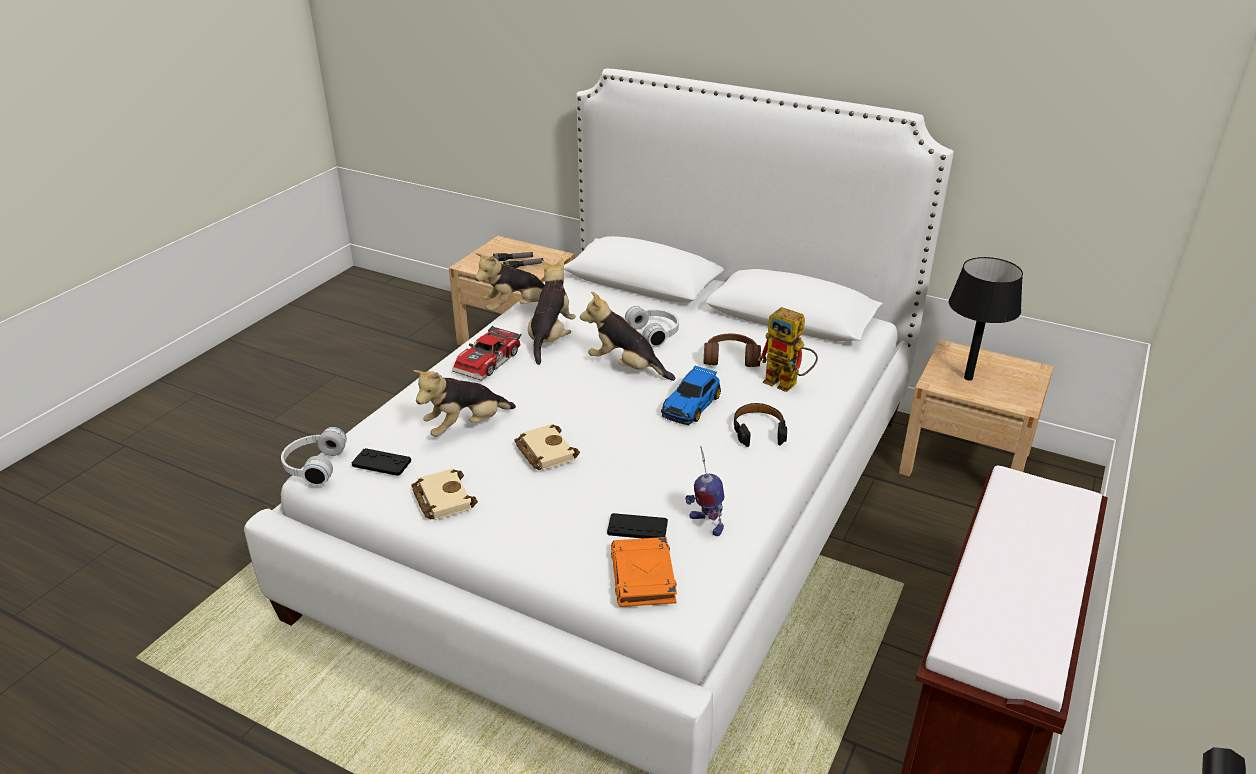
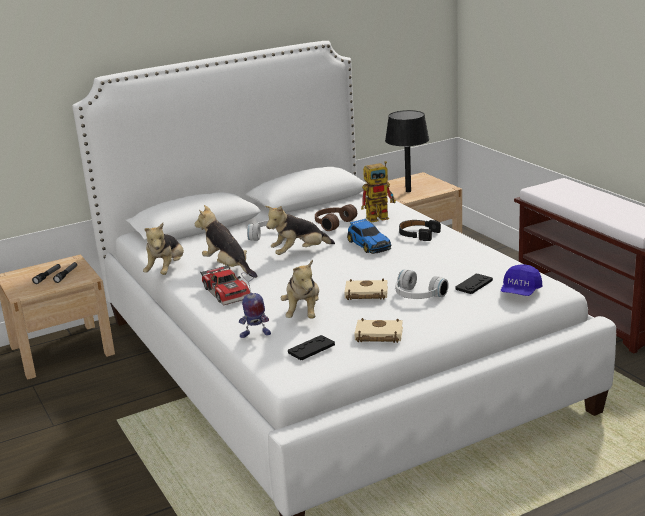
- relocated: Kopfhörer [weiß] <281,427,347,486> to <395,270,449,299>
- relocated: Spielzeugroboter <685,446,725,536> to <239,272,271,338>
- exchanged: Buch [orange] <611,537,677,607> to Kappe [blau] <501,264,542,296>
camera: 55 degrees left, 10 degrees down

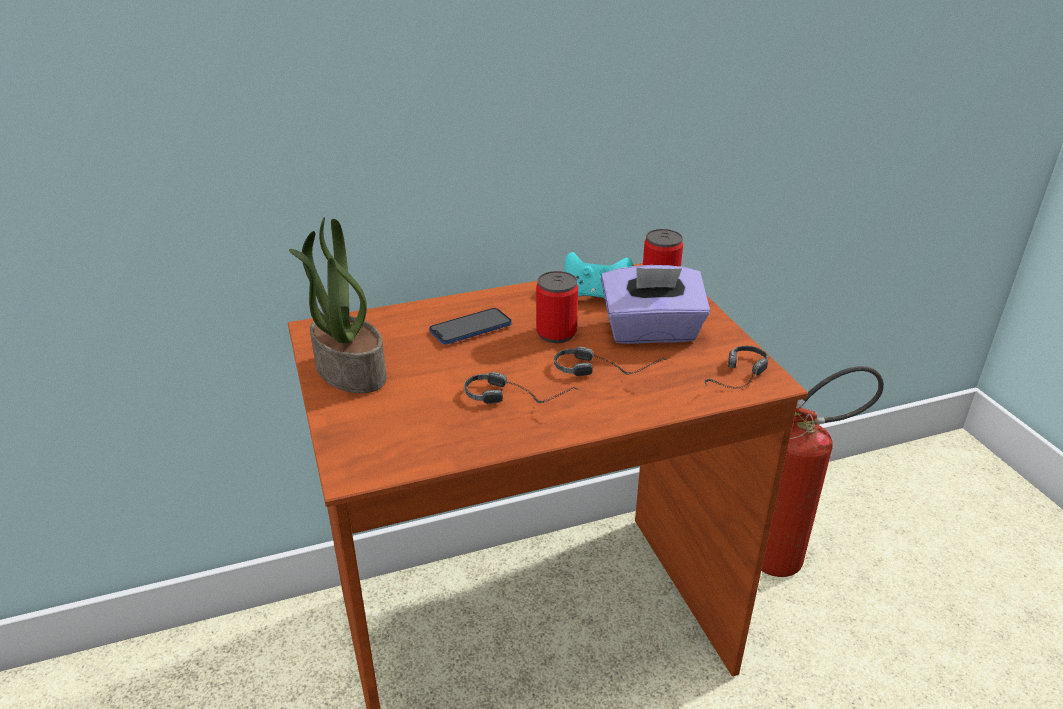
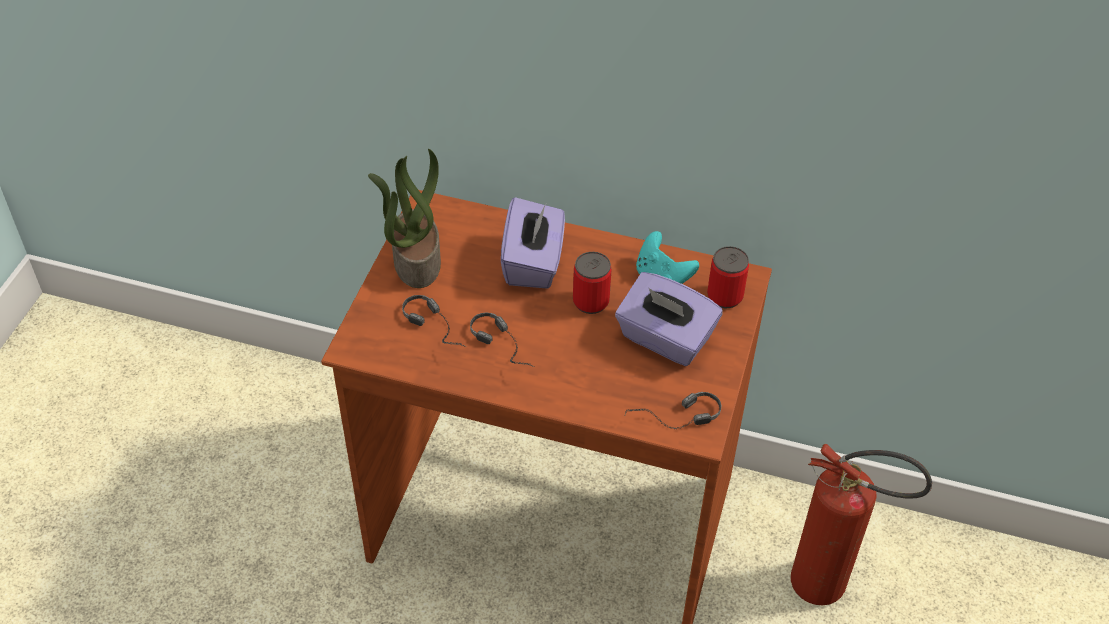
- relocated: Kopfhörer <554,346,667,376> to <402,295,466,347>
- exchanged: Handy <429,308,512,344> to Taschentuchbox [lila] <501,197,565,289>
camera: 35 degrees right, 15 degrees up

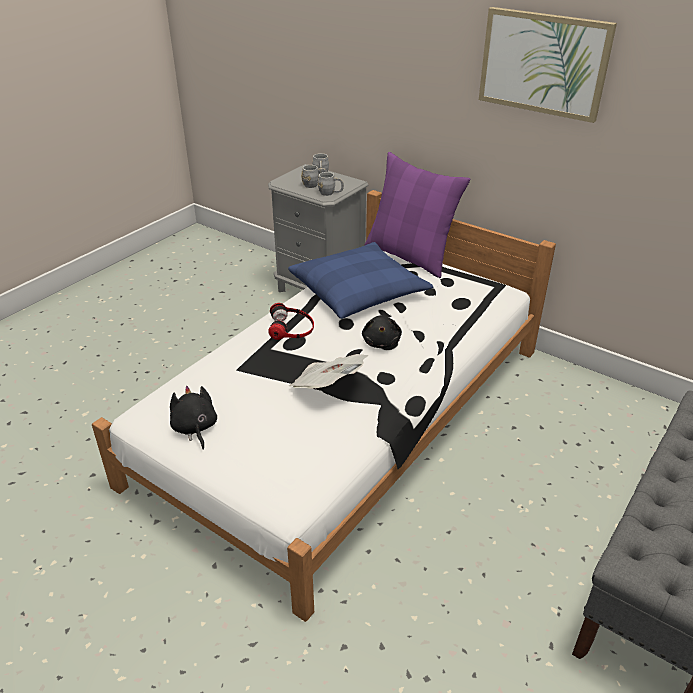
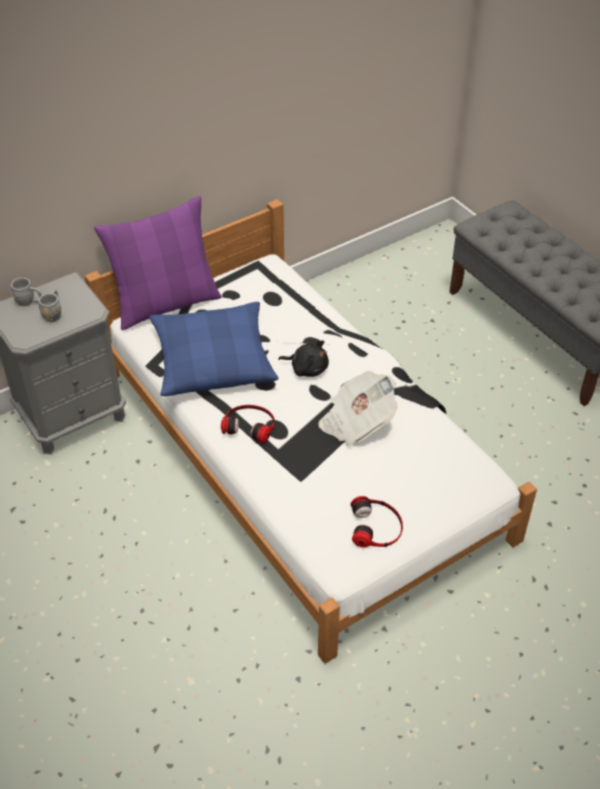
- missing: Henkelbecher [grau] <318,172,344,196>
- missing: Bild <479,7,617,123>
- exchanged: Plüschtier [schwarz] <170,386,217,450> to Kopfhörer <351,496,403,547>
camera: 70 degrees left, 10 degrees up

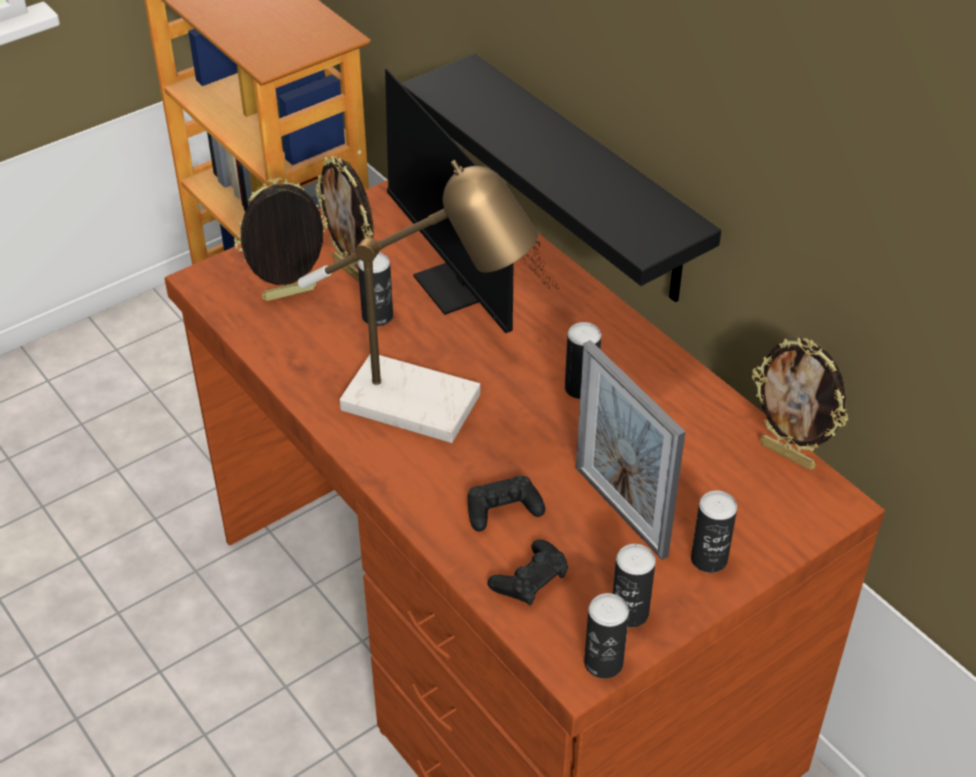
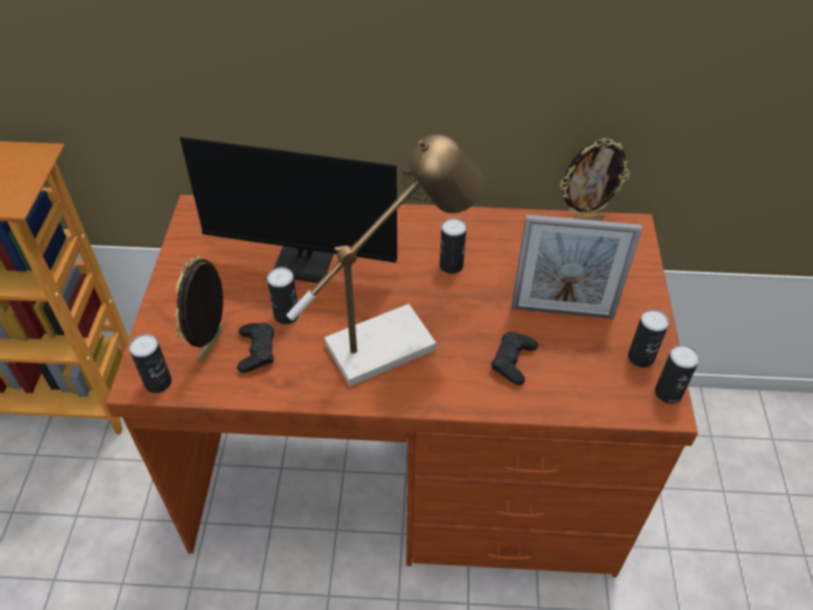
- missing: Bilderrahmen <315,156,373,282>
- missing: Wandregal [schwarz] <401,54,721,302>
- relocated: Gamepad [schwarz] <488,539,568,606> to <237,322,274,373>
- relocated: Dose <691,490,737,573> to <129,334,172,393>
camera: 50 degrees left, 5 degrees up

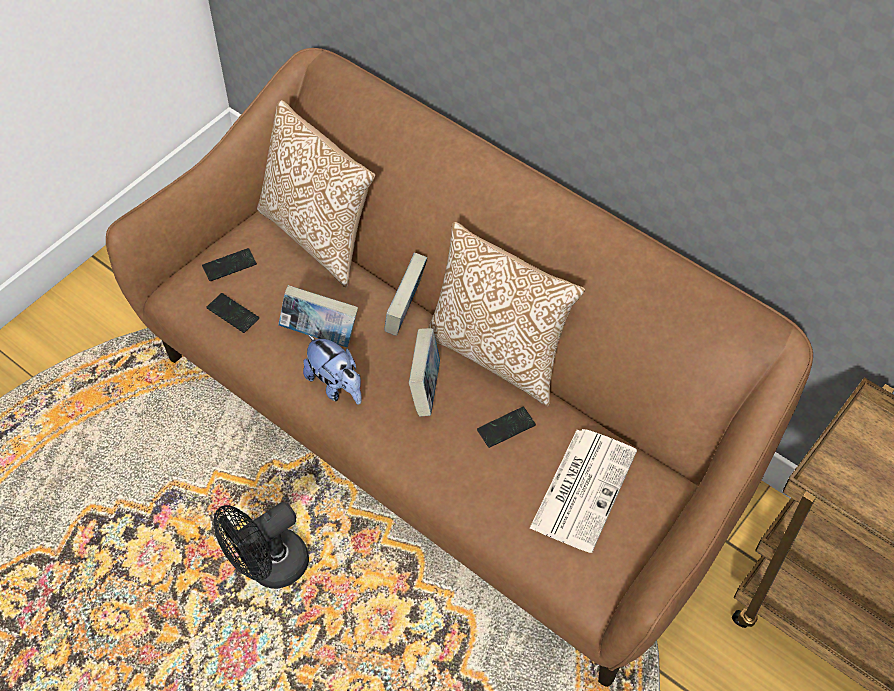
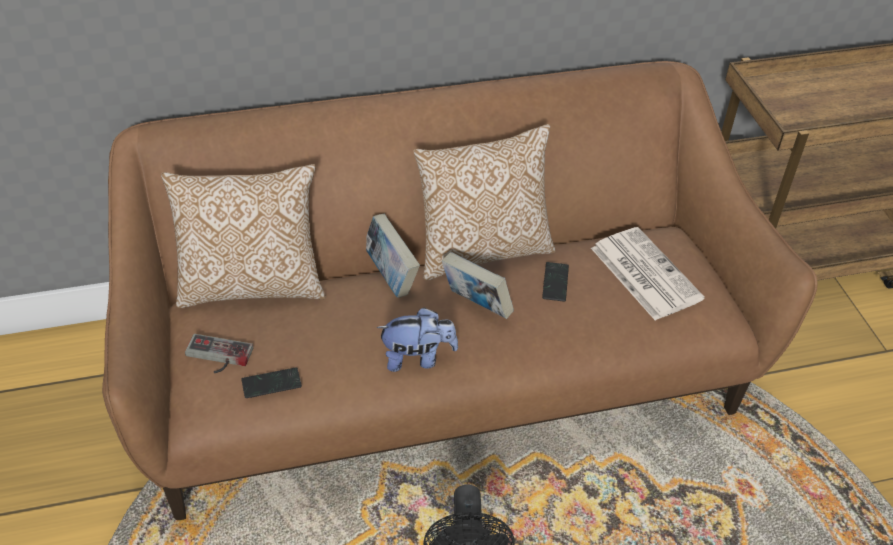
- missing: Buch <278,285,358,347>
- exchanged: Handy <202,248,257,281> to Gamepad <185,334,253,373>
camera: 55 degrees left, 10 degrees down

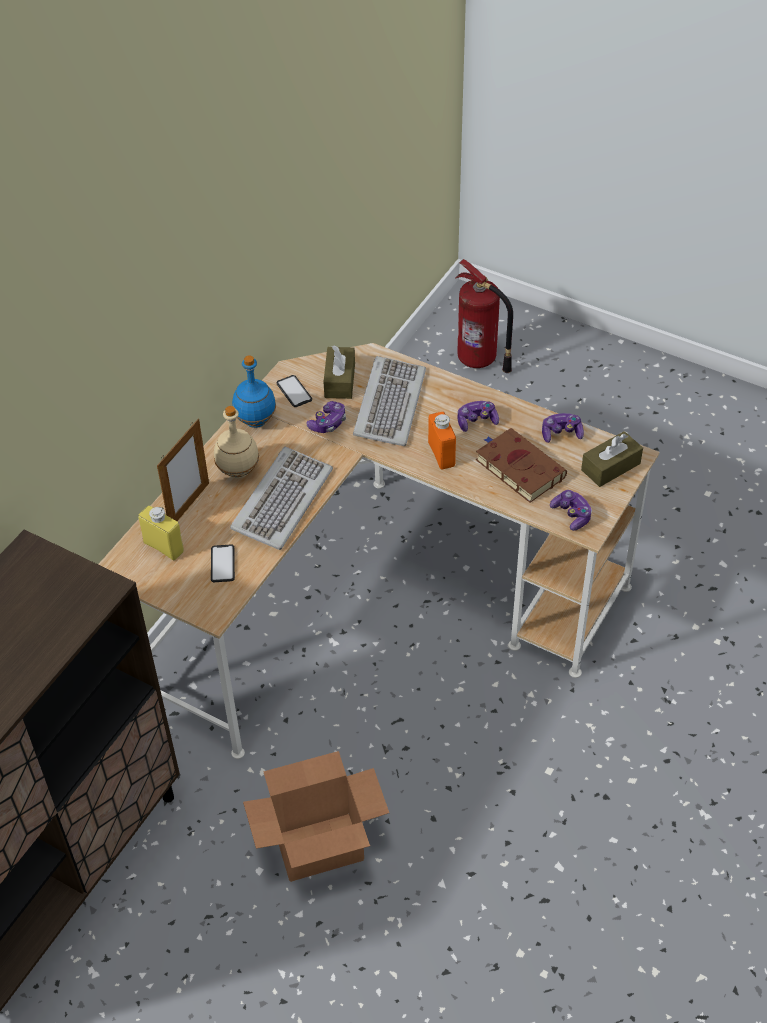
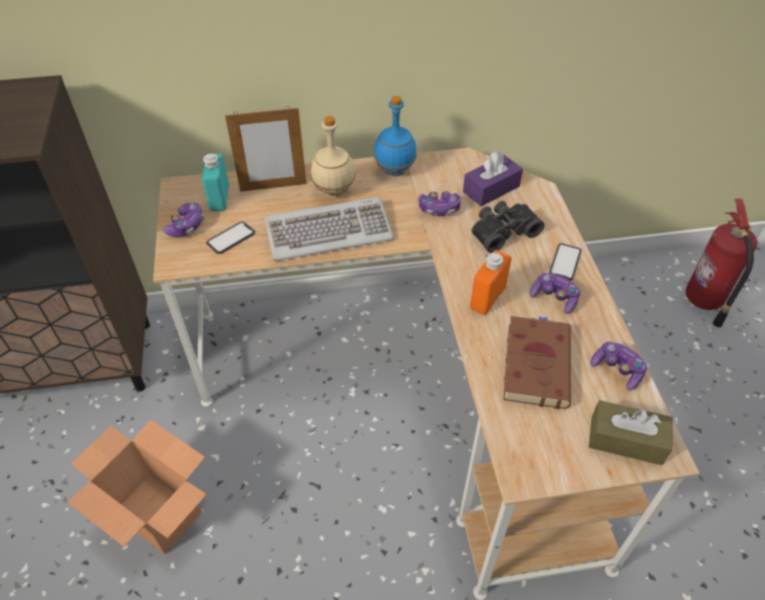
- relocated: Handy <277,375,312,407> to <549,243,581,280>
- relocated: Gamepad <550,490,592,531> to <163,203,204,237>
- exchanged: Tastatur <353,356,426,446> to Fernglas [schwarz] <472,201,544,253>
- colour: Flasche [gelb] <138,506,184,560> to Flasche [türkis] <202,154,229,211>
- colour: Taschentuchbox [braun] <323,345,355,399> to Taschentuchbox [lila] <463,151,523,206>
camera: 50 degrees right, 0 degrees up

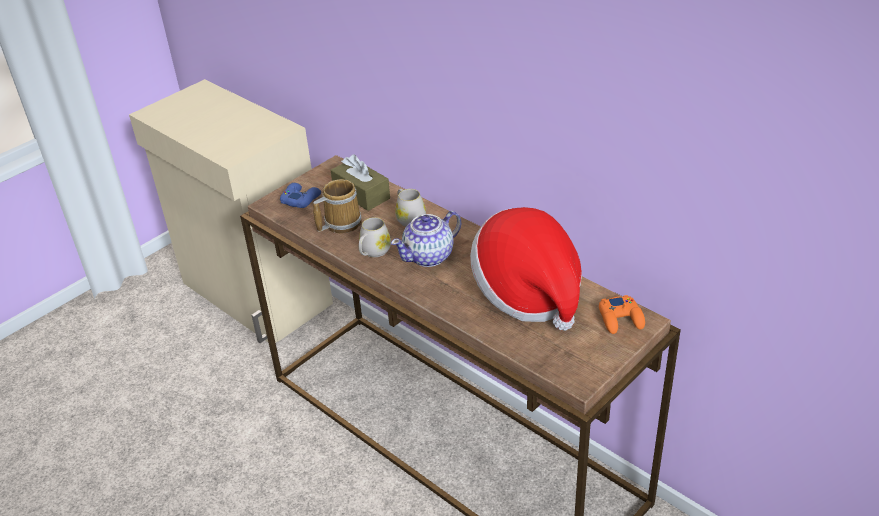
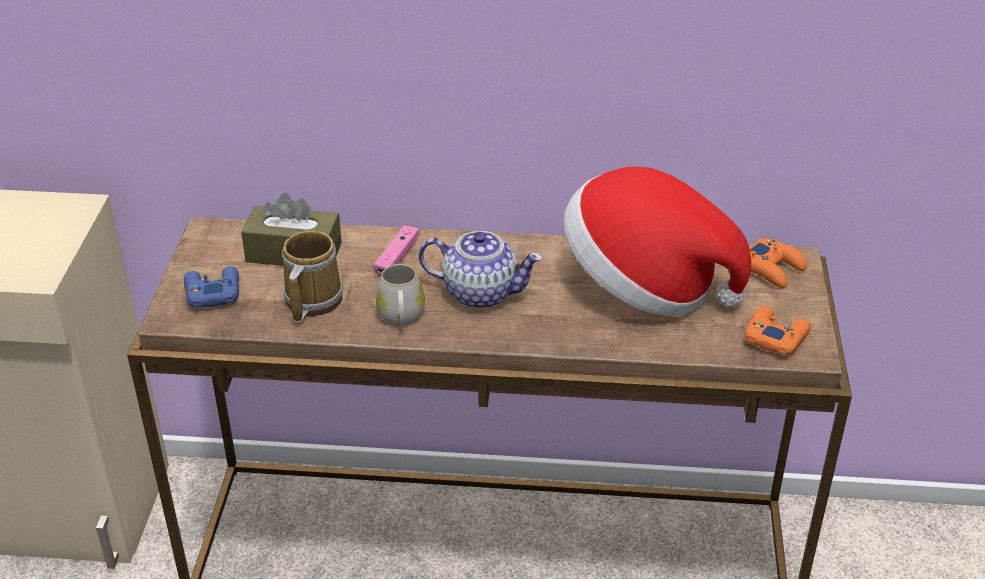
- appeared: Gamepad [orange] <745,306,811,355>
- exchanged: Henkelbecher [weiß] <395,189,426,227> to Gamepad [rosa] <374,225,419,277>
- spun: Teekanne <391,211,462,267> = <419,231,543,309> 90 degrees counterclockwise
camera: 40 degrees left, 0 degrees up

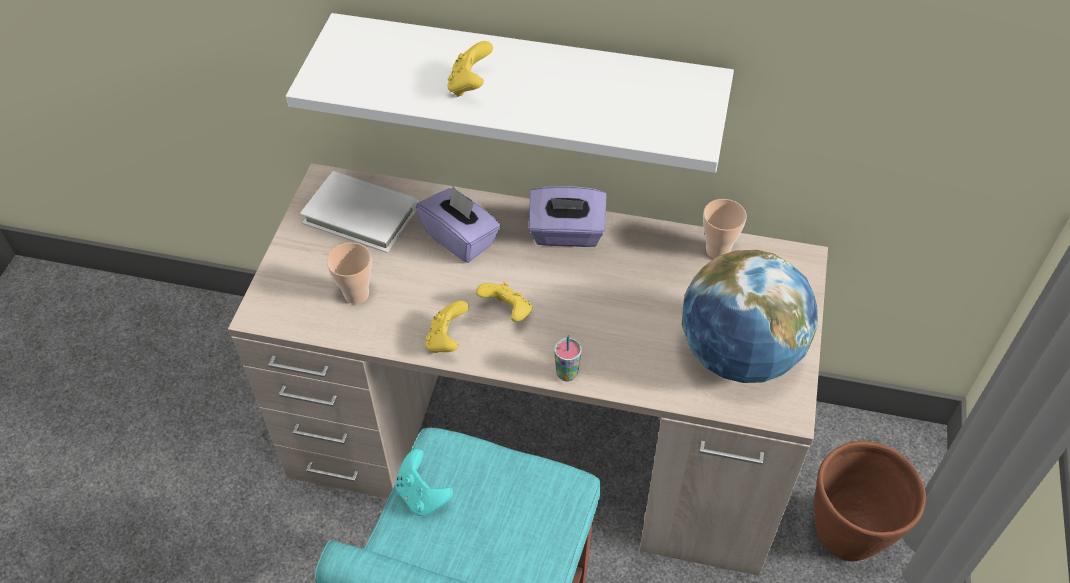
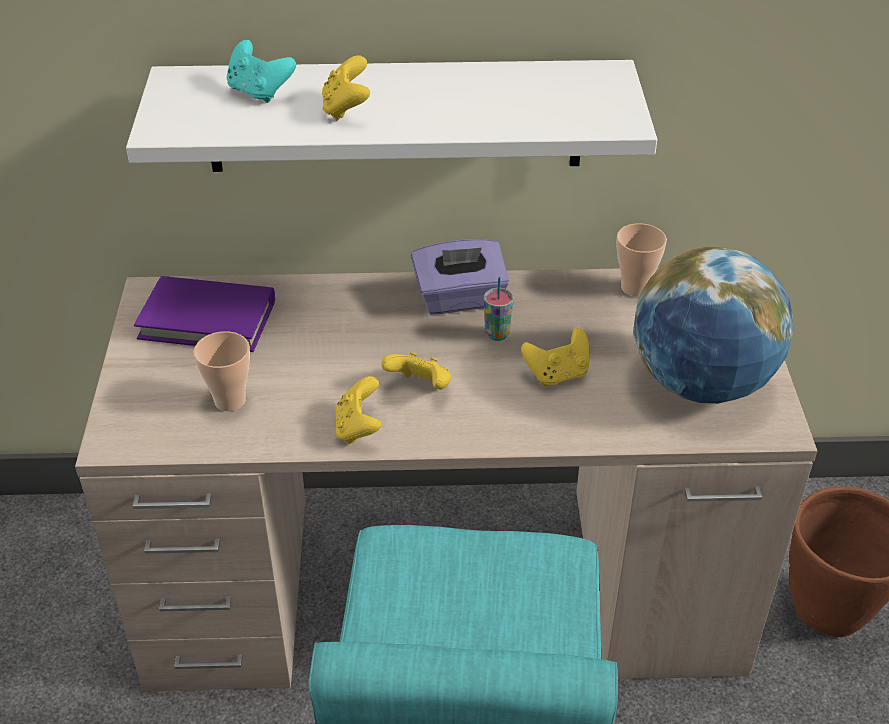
- missing: Taschentuchbox [lila] <416,186,501,263>
- appeared: Gamepad [gelb] <521,328,590,386>
- relocated: Gamepad [türkis] <395,449,453,516> to <227,40,296,103>
- relocated: Tasse <554,335,581,381> to <484,277,514,341>
- colour: Buch [weiß] <300,171,418,253> to Buch [lila] <134,276,275,352>
camera: 15 degrees left, 10 degrees down

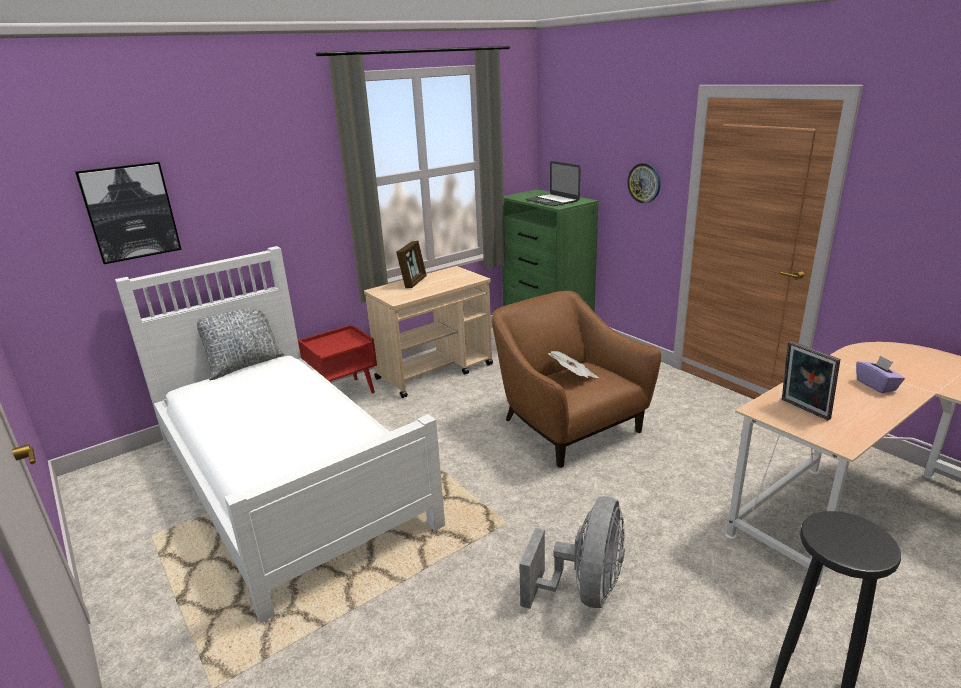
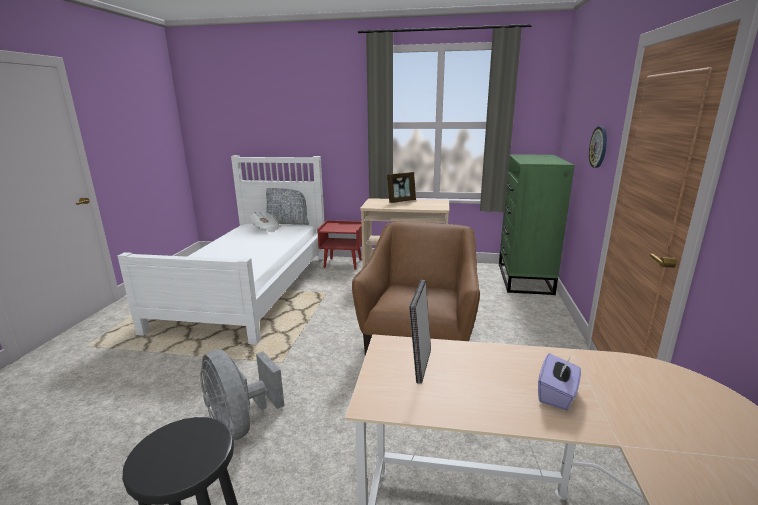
- missing: Bild <75,162,182,264>
- missing: Laptop <526,161,581,206>
- relocated: Zeitung <548,351,599,378> to <250,211,281,232>
- spun: Ventilator [grau] <519,496,625,609> = <200,350,284,441> 75 degrees clockwise
camera: 45 degrees right, 5 degrees down

